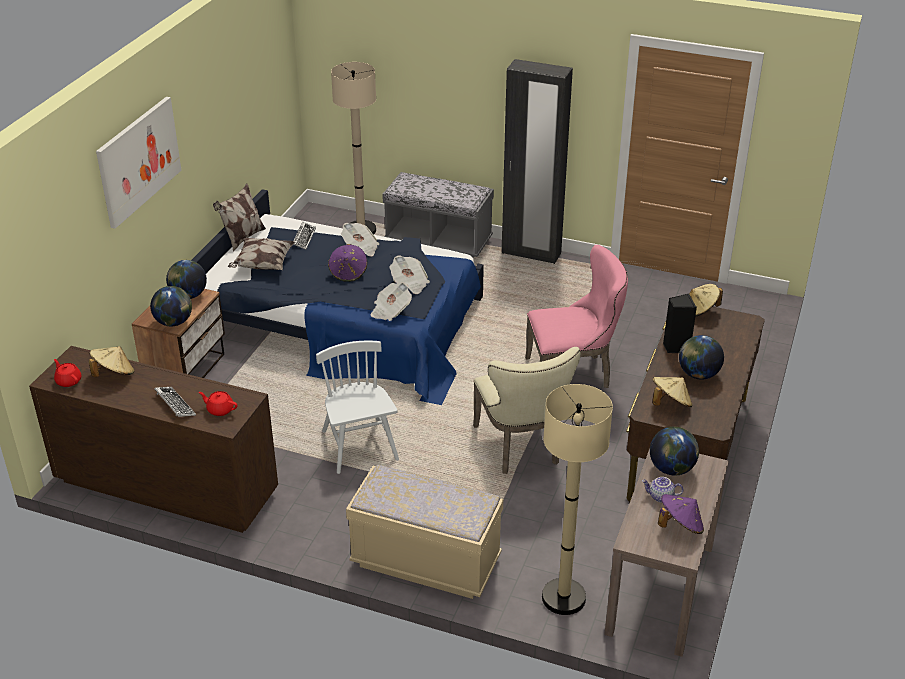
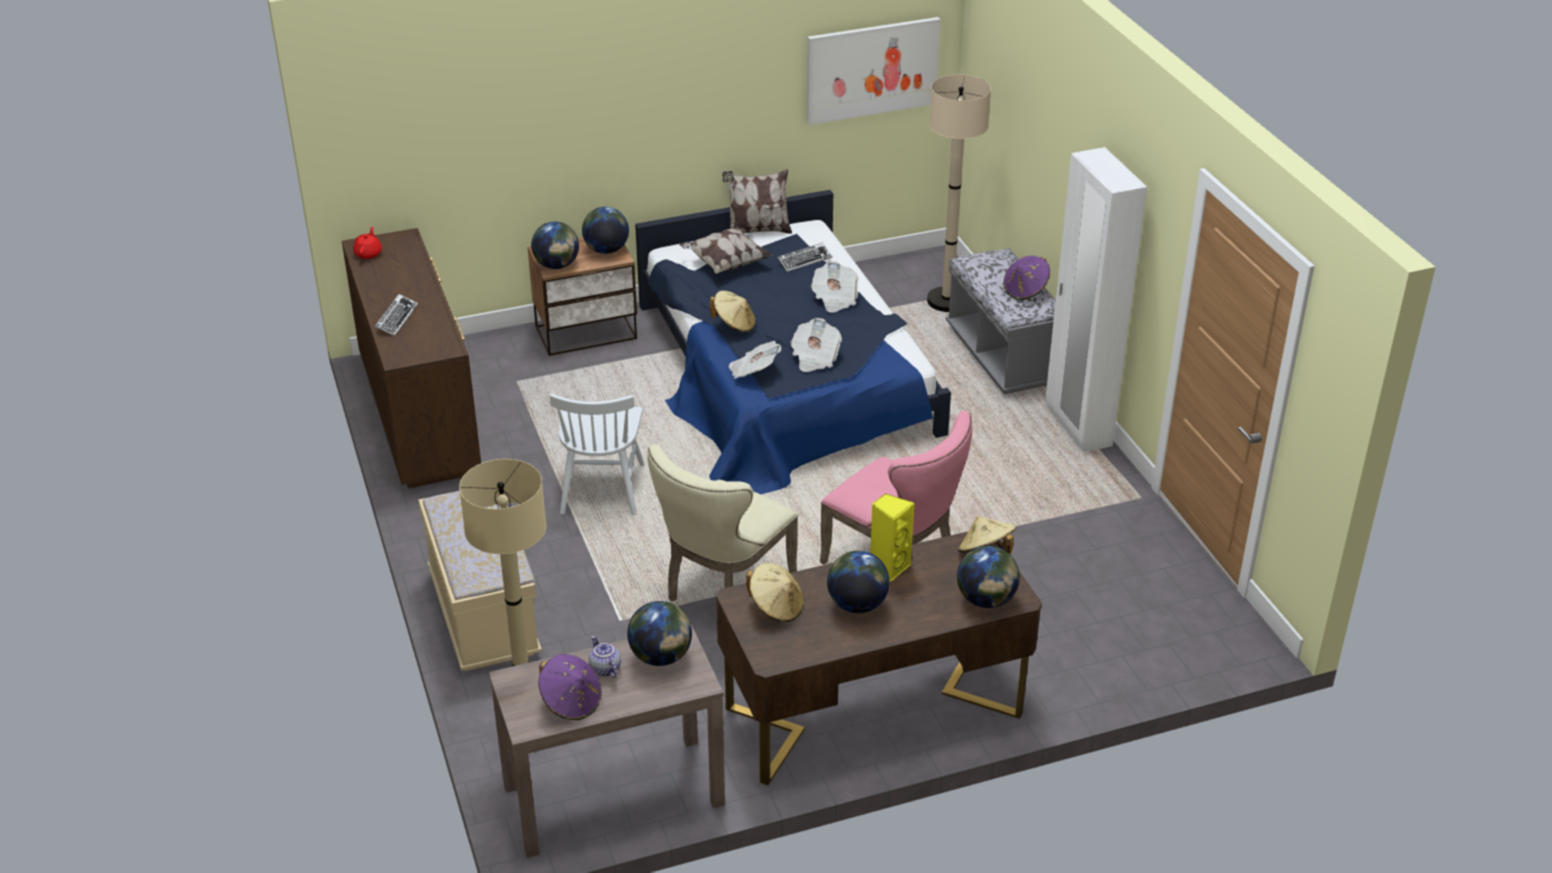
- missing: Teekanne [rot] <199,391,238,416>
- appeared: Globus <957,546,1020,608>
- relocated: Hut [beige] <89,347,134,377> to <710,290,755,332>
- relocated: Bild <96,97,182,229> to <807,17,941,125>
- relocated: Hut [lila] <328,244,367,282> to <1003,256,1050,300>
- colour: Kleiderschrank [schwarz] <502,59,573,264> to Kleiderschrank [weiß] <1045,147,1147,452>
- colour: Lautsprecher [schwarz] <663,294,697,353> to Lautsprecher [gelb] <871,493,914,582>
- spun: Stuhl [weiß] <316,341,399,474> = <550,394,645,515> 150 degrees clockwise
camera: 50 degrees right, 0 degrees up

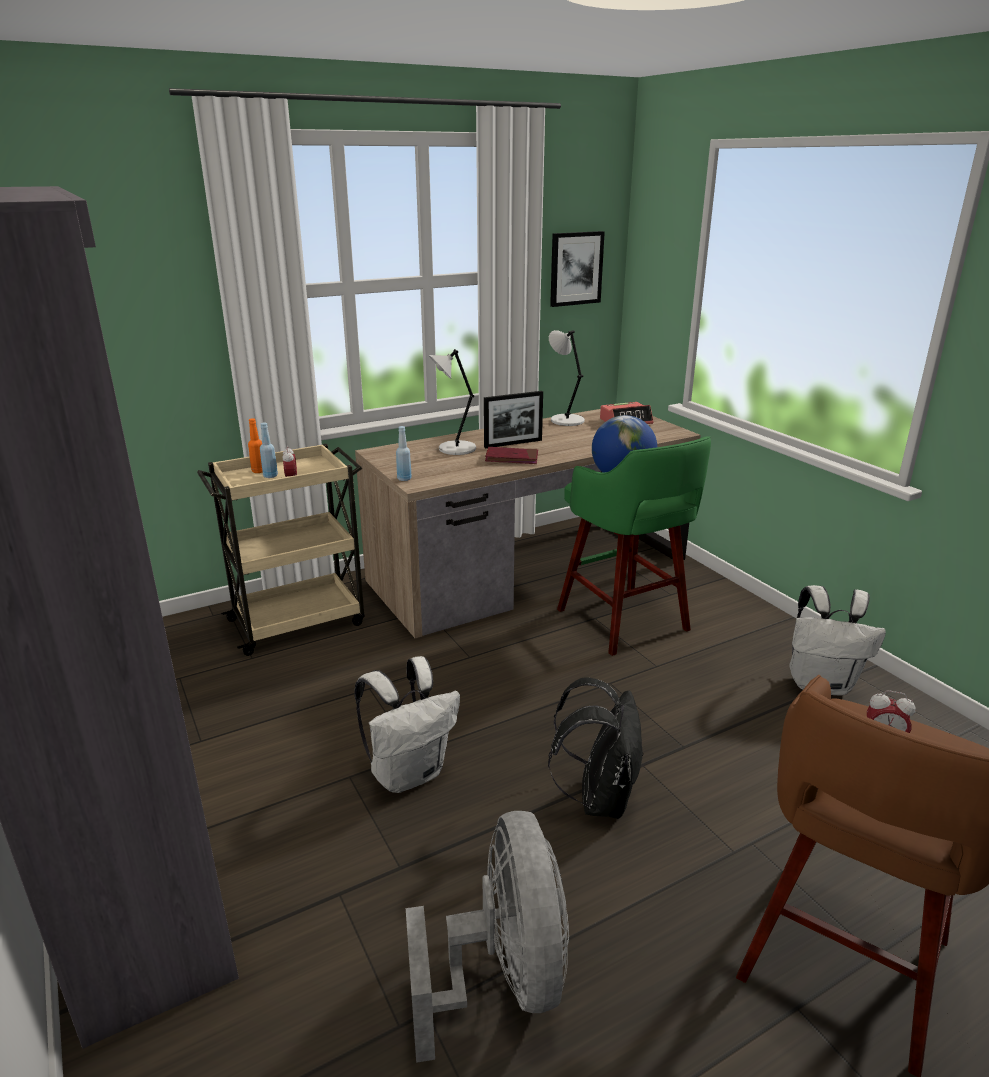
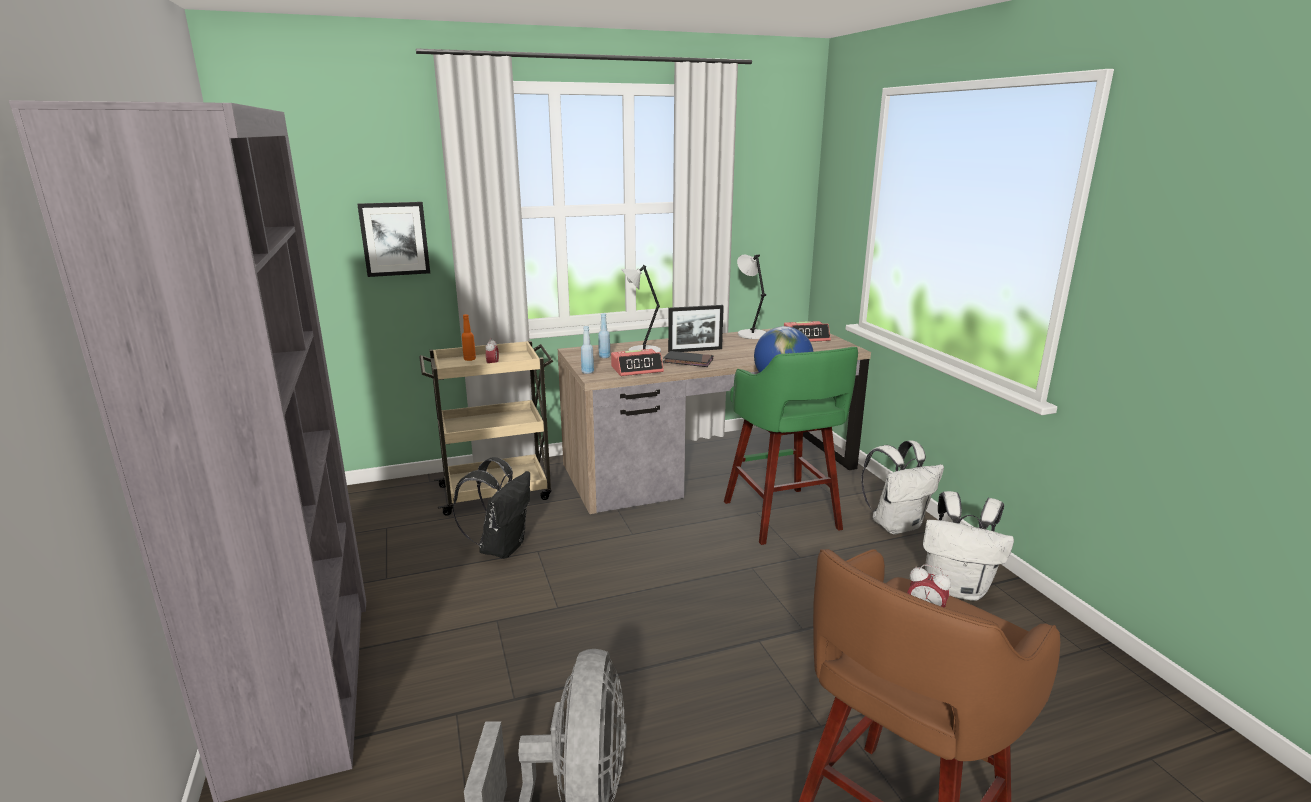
- appeared: Wecker <611,349,664,376>
- relocated: Flasche [blau] <260,423,278,478> to <598,313,610,358>
- relocated: Rucksack [weiß] <354,656,460,793> to <861,440,944,534>
- relocated: Rucksack [schwarz] <548,677,644,819> to <453,457,530,559>
- relocated: Bild <550,231,605,307> to <357,202,430,277>
- colour: Buch [rot] <485,447,538,464> to Buch [schwarz] <663,351,713,367>
camera: 10 degrees right, 5 degrees down

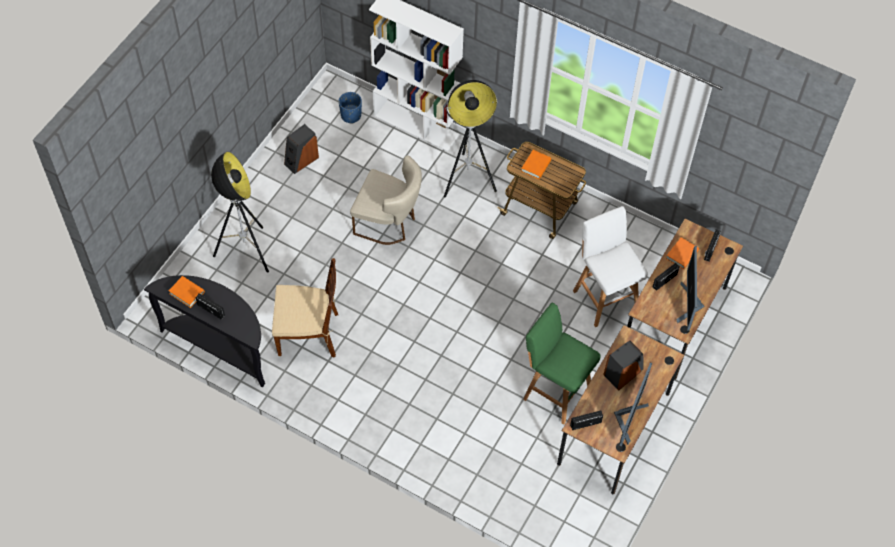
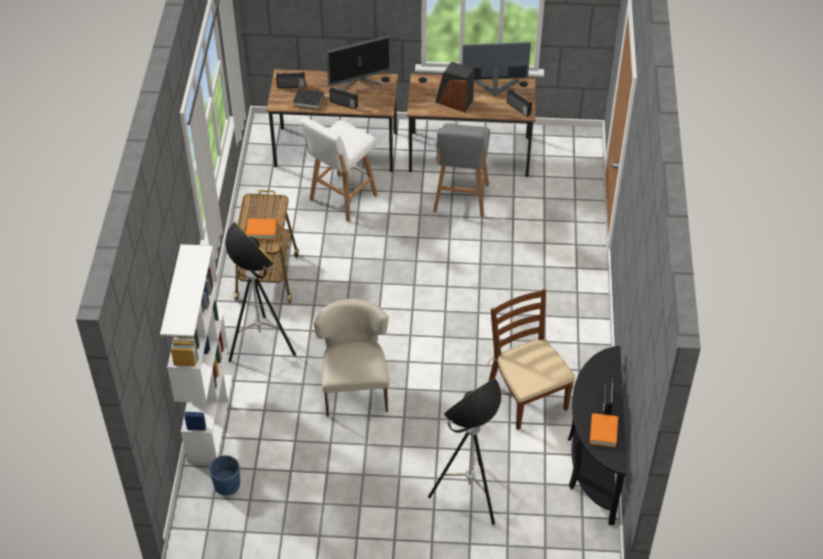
- missing: Lautsprecher <284,124,319,174>
- colour: Hocker [grün] <523,303,601,425> to Hocker [grau] <433,123,490,217>
- colour: Buch [orange] <666,237,699,269> to Buch [schwarz] <293,89,324,110>
camera: 115 degrees left, 10 degrees down

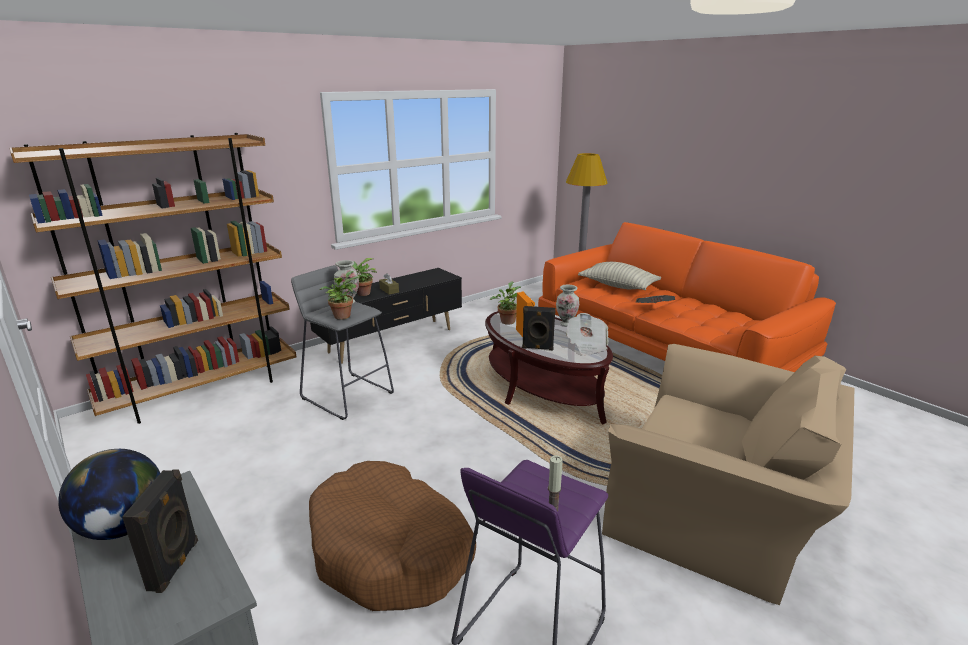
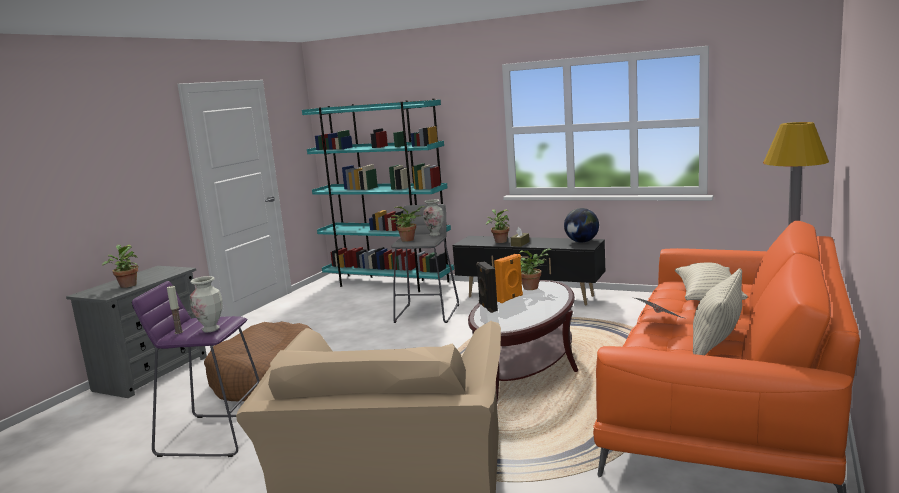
- missing: Zeitung <566,313,609,356>
- appeared: Kissen <693,268,742,355>
- relocated: Globus <58,449,160,540> to <564,208,599,243>
- relocated: Vase <556,284,579,327> to <190,276,223,333>
- exchanged: Lautsprecher [schwarz] <122,469,198,593> to Topfpflanze <102,244,138,288>
- colour: Bücherregal [braun] <9,133,297,424> to Bücherregal [türkis] <302,99,454,292>
camera: 65 degrees right, 10 degrees down

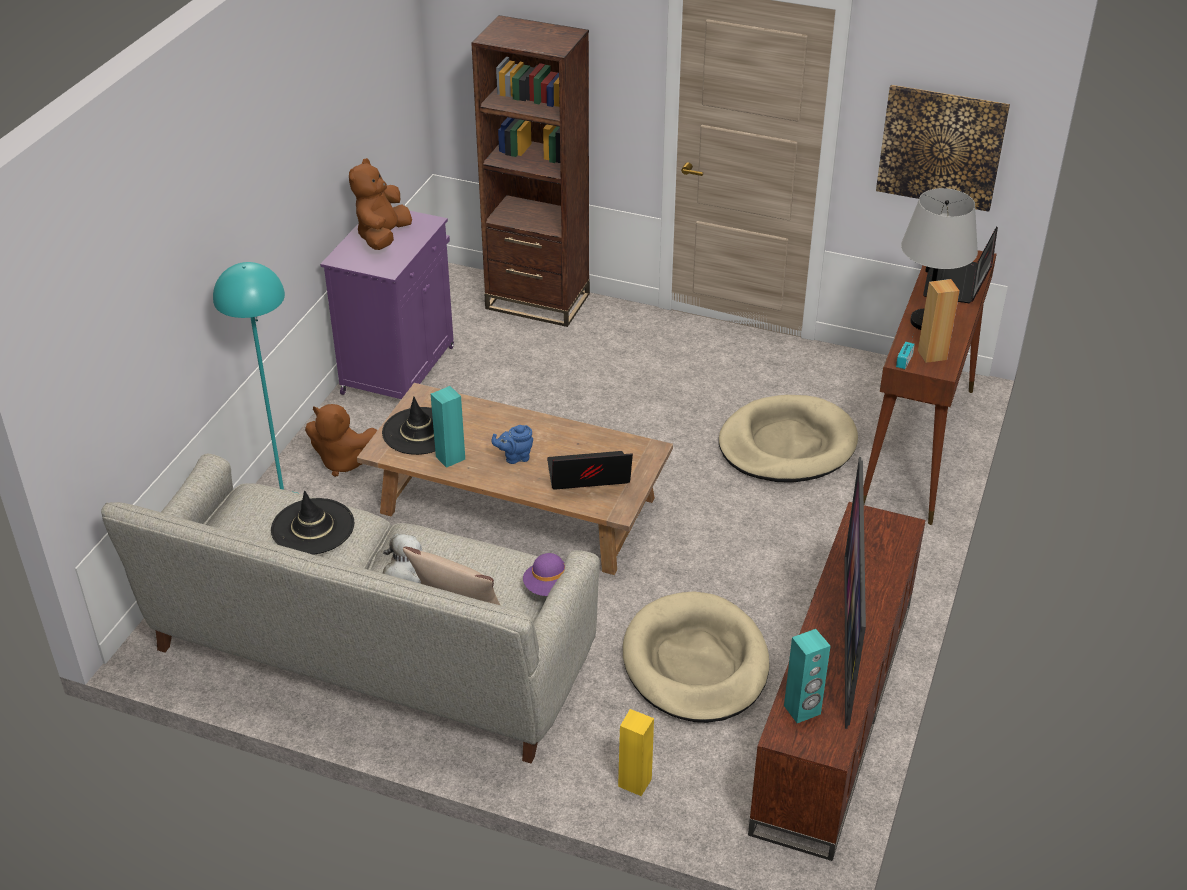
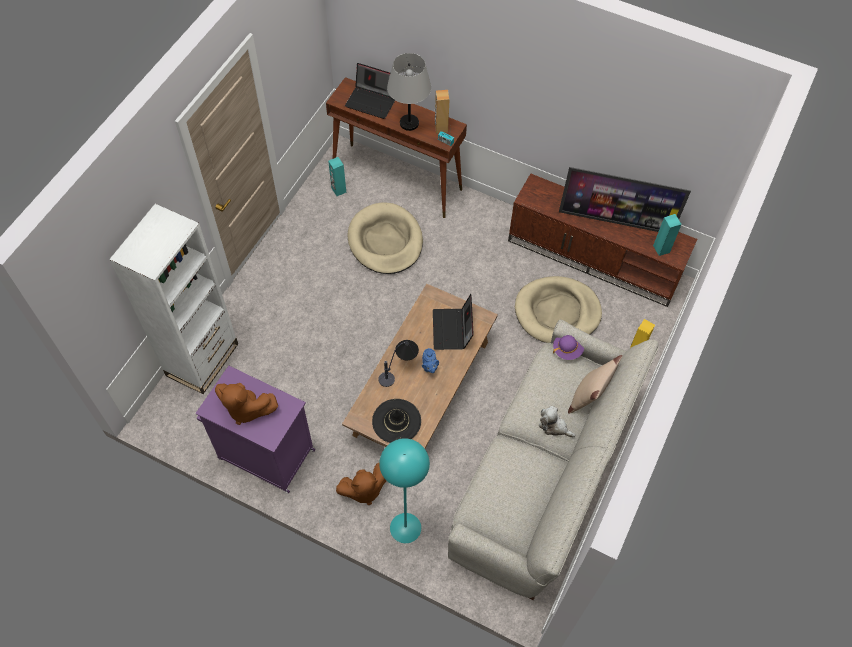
- missing: Hut [schwarz] <271,491,354,555>
- missing: Bild <876,85,1010,212>
- appeared: Tischlampe <378,340,419,387>
- relocated: Lautsprecher [türkis] <431,386,465,468> to <328,157,346,196>
- colour: Bücherregal [braun] <471,15,590,327> to Bücherregal [weiß] <109,204,238,394>
- spun: Plüschtier [braun] <305,404,377,477> = <336,463,386,505> 45 degrees clockwise
camera: 85 degrees left, 20 degrees up

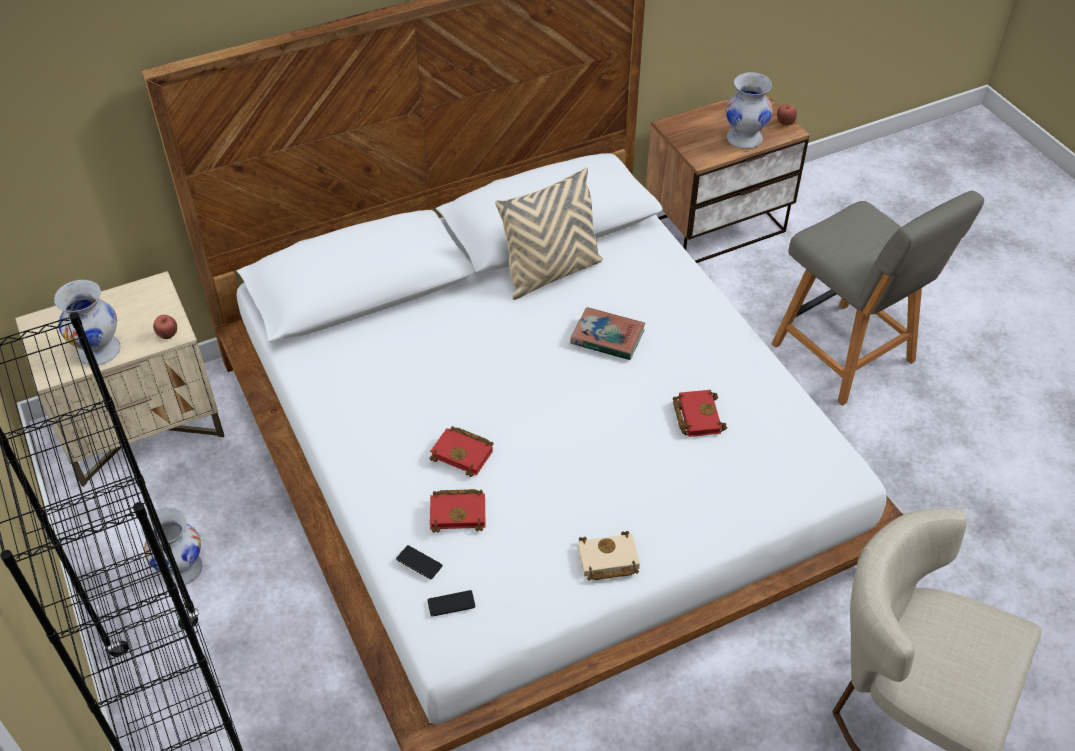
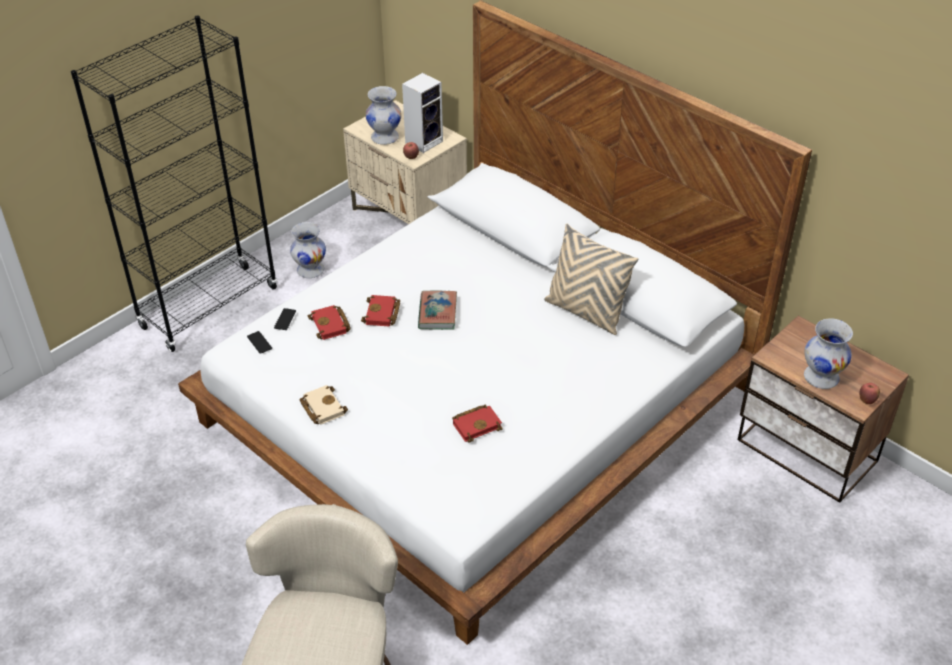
- missing: Stuhl [grau] <772,191,984,406>
- appeared: Lautsprecher <402,73,443,153>
- relocated: Buch <570,307,645,360> to <418,291,457,330>
camera: 70 degrees right, 5 degrees down

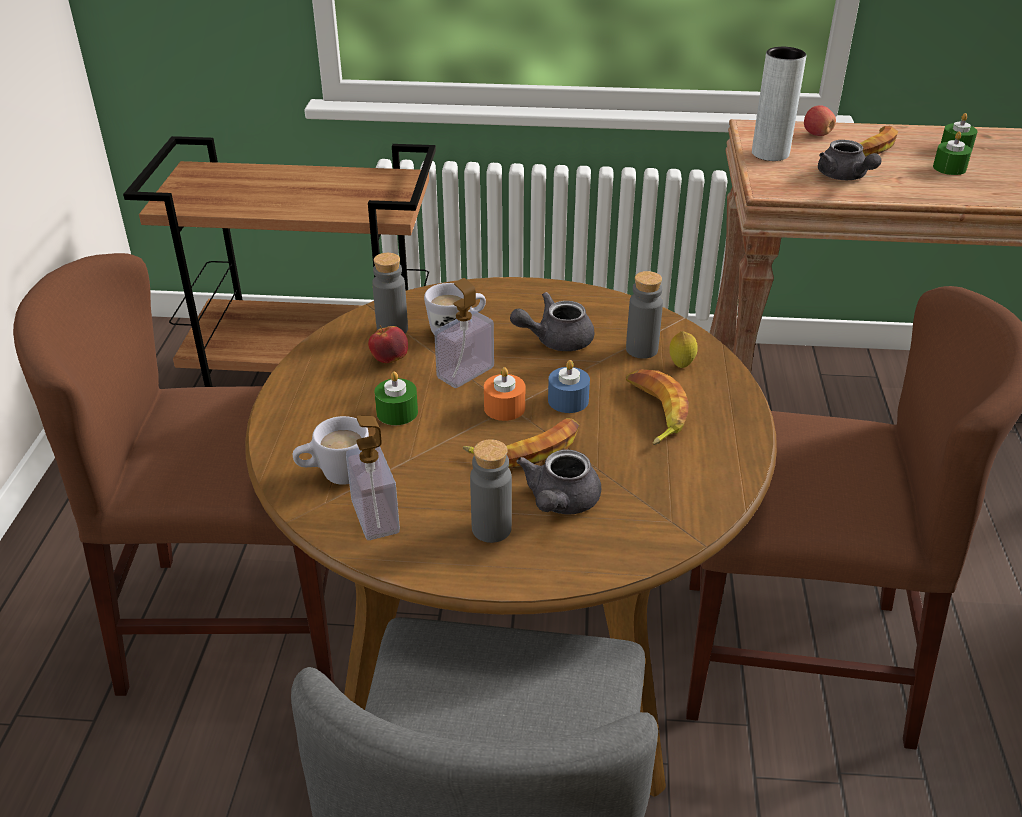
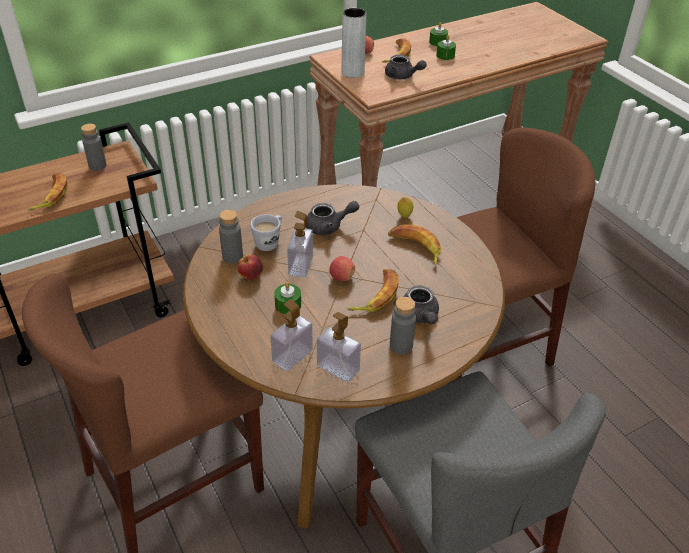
- missing: Kerze [blau] <548,360,590,413>
- appeared: Banane <27,173,68,210>
- relocated: Flasche [grau] <626,271,663,359> to <81,123,107,171>
- exchanged: Henkelbecher [weiß] <293,416,369,485> to Seifenspender <270,299,313,371>
- exchanged: Kerze [orange] <484,367,525,421> to Apfel <330,256,355,281>
- spun: Teekanne [grau] <510,292,594,351> = <306,201,359,235> 135 degrees counterclockwise
camera: 35 degrees left, 5 degrees up

